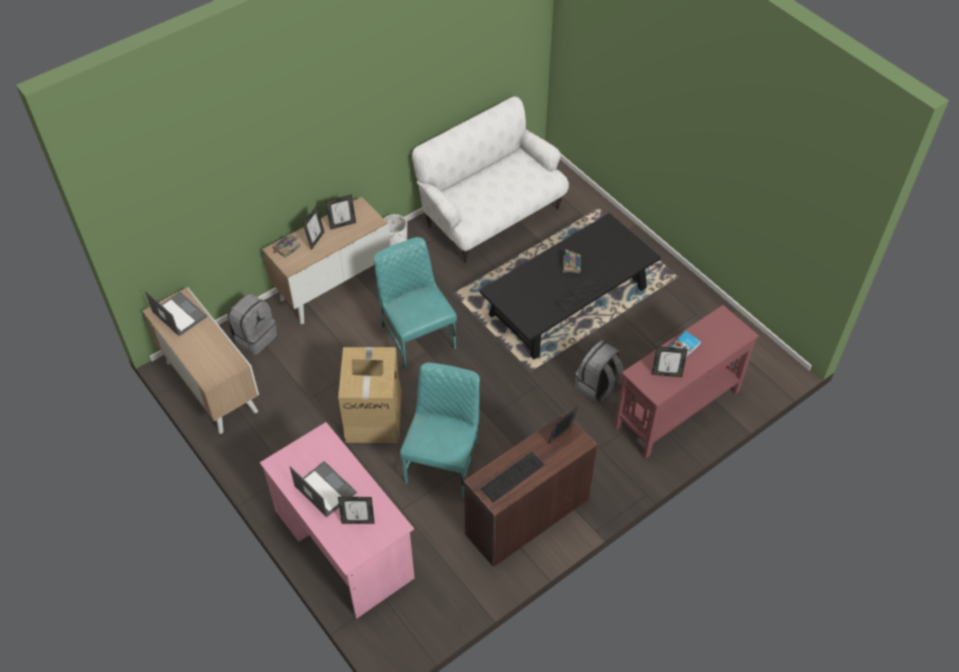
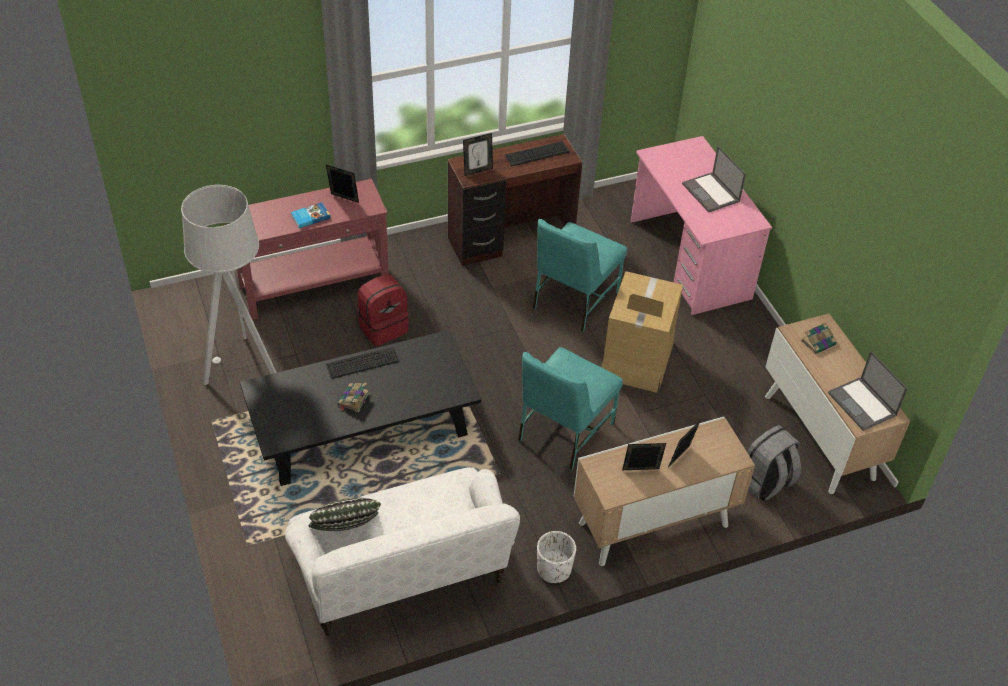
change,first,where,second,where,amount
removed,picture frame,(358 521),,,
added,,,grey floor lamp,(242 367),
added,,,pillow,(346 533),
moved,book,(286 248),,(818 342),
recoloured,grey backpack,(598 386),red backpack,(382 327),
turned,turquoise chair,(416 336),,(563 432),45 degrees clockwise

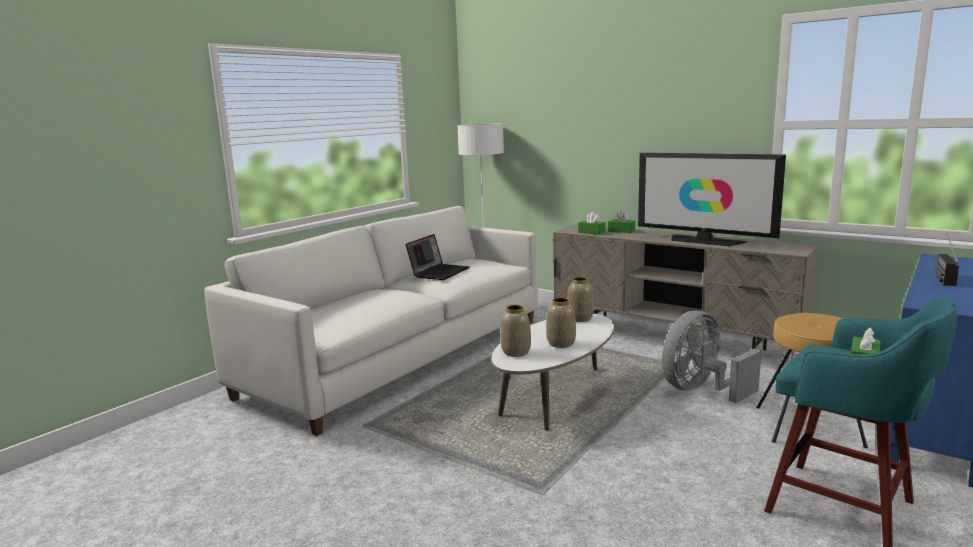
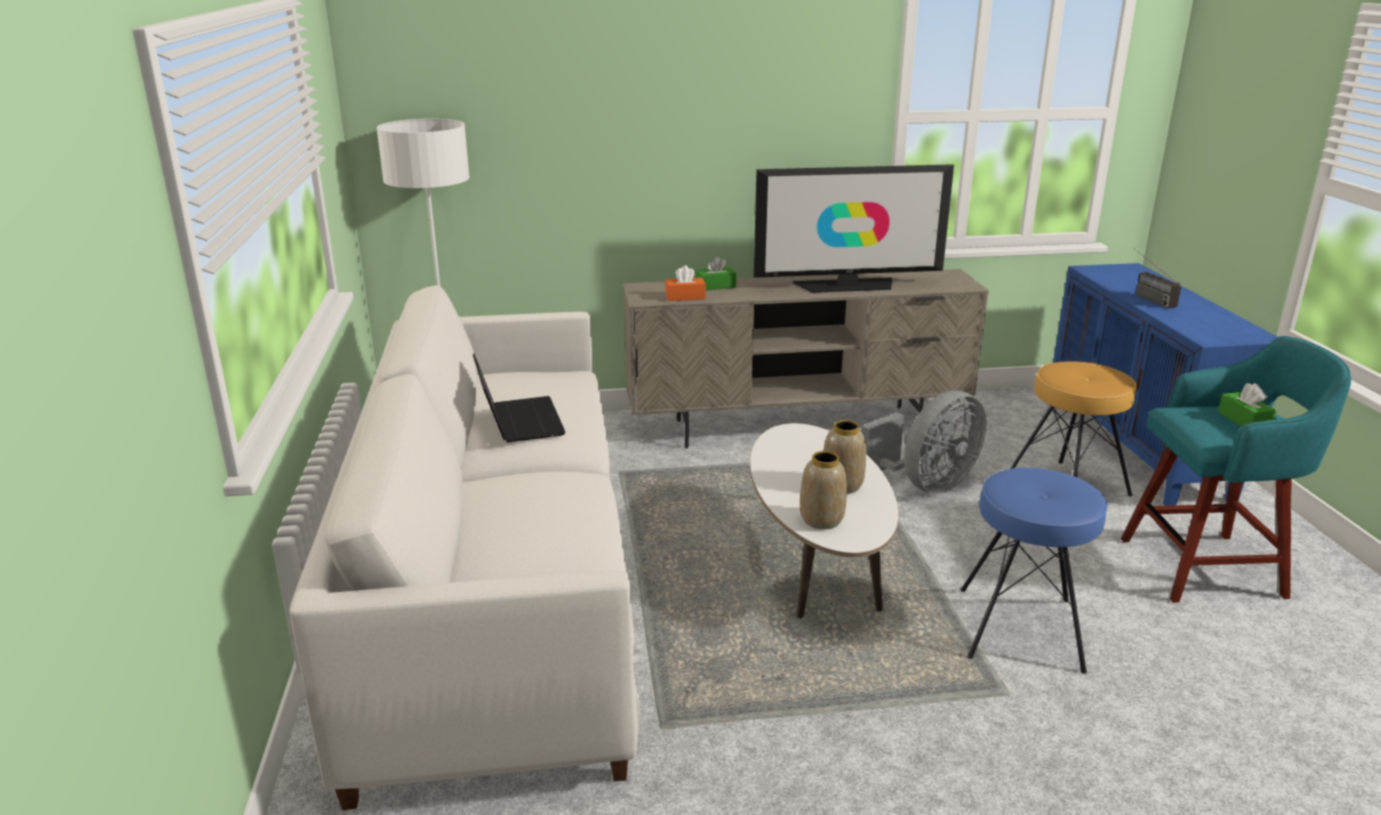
change,first,where,second,where,amount
removed,vase,(579 318),,,
added,,,blue stool,(1021 628),
recoloured,green tissue box,(591 232),orange tissue box,(685 297),
turned,grey fan,(701 390),,(926 485),135 degrees counterclockwise

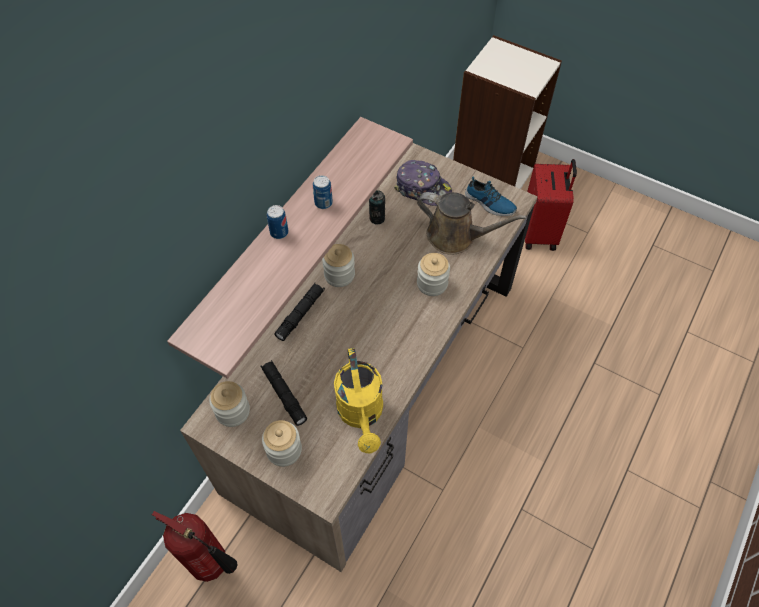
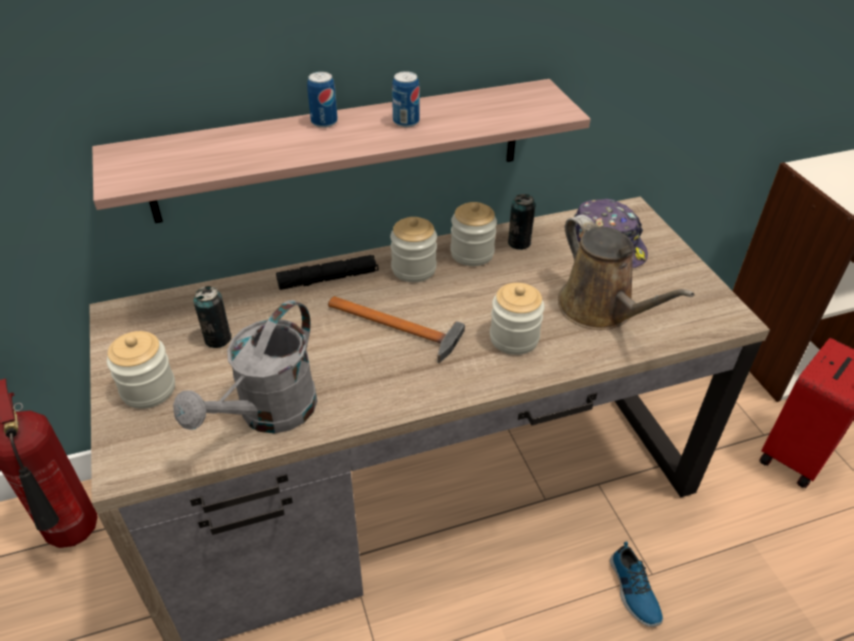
change,first,where,second,where,amount
added,,,hammer,(398 328),
moved,jar,(233 411),,(472 253),
moved,shoe,(489 203),,(633 590),
replaced,black flashlight,(284 395),can,(218 339),
recoloured,yellow watering can,(362 415),grey watering can,(269 414),

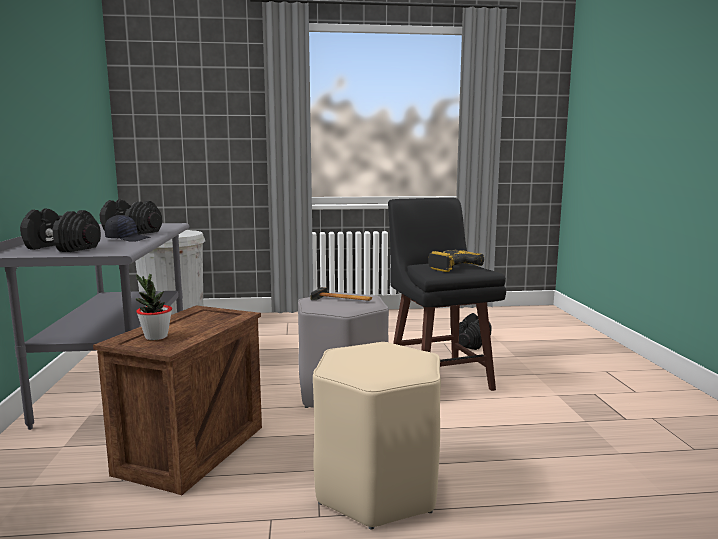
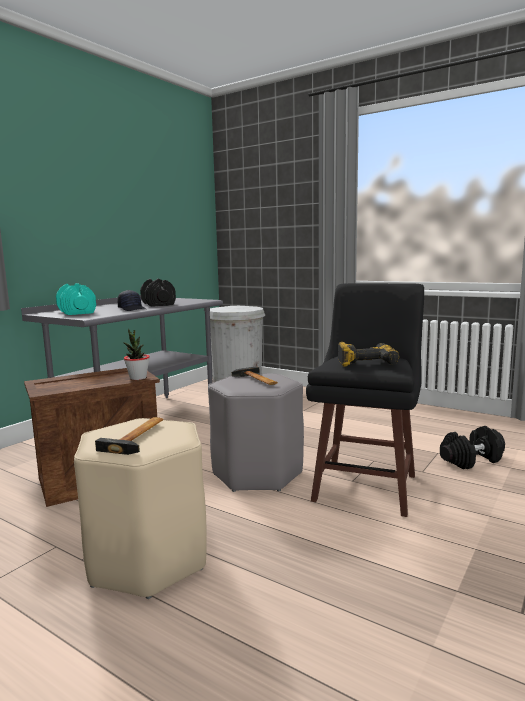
change,first,where,second,where,amount
added,,,hammer,(139 437),
moved,potted plant,(156 337),,(138 378),
recoloured,black dumbbell,(61 248),turquoise dumbbell,(76 312),

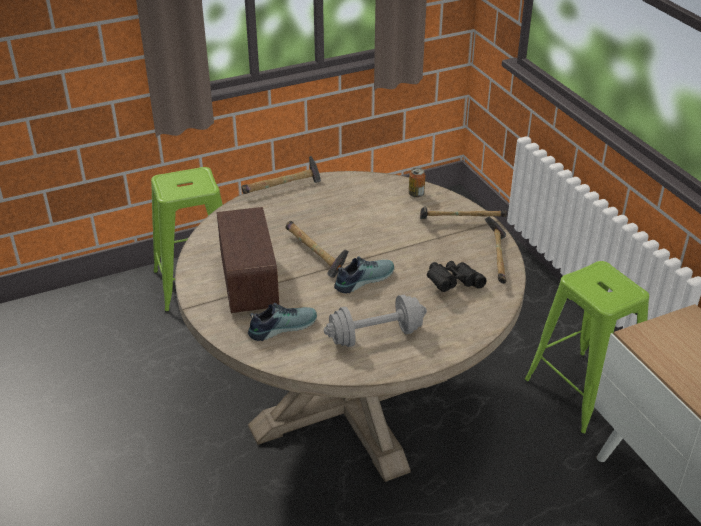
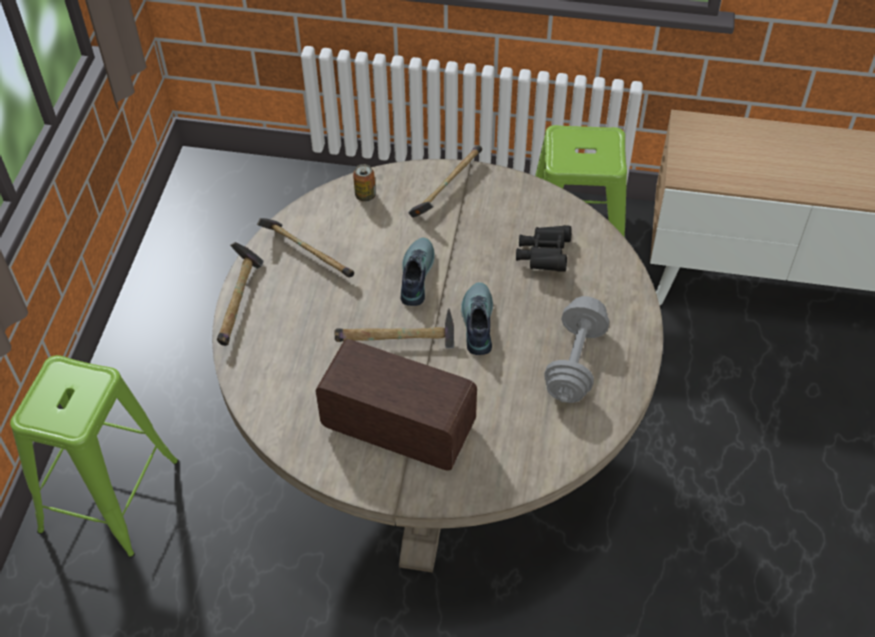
change,first,where,second,where,amount
moved,shoe,(281 326),,(414 276),
moved,hammer,(498 259),,(306 255),

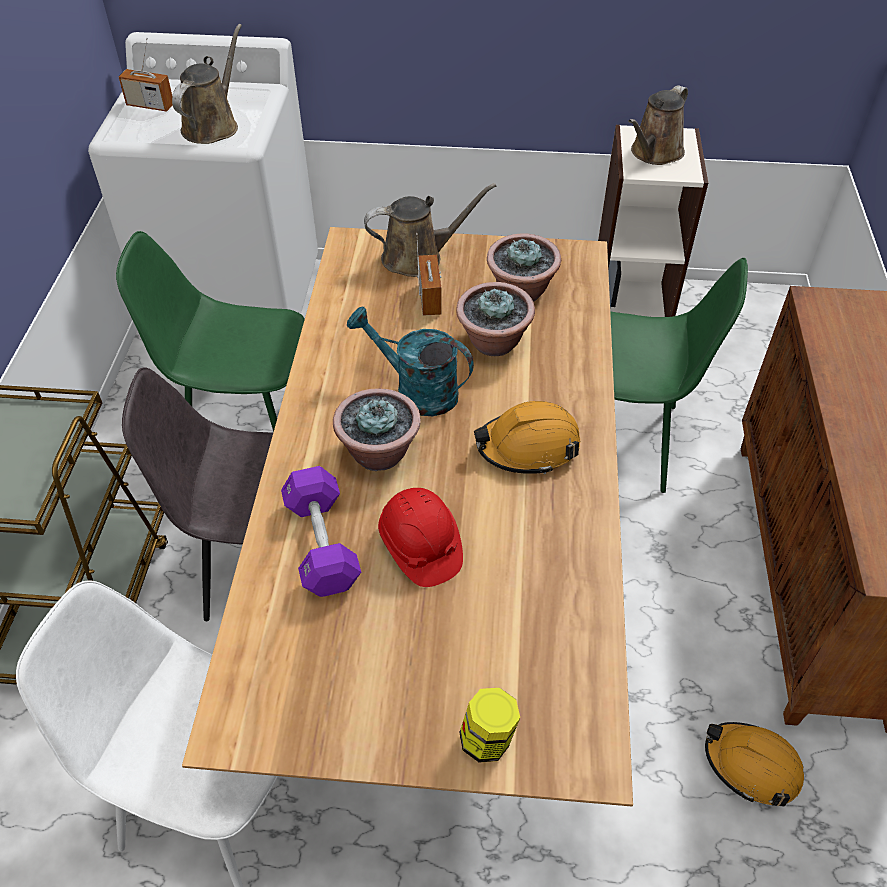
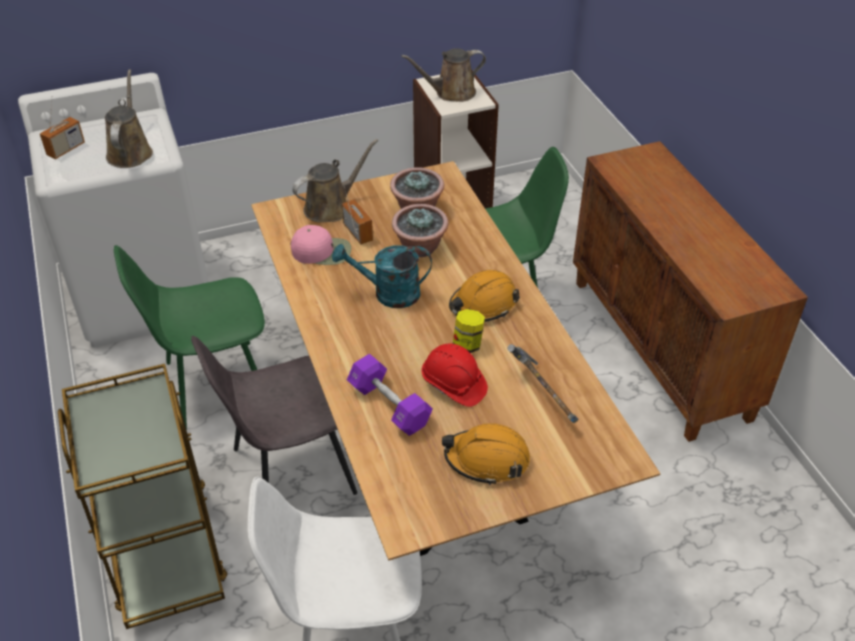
change,first,where,second,where,amount
removed,potted plant,(379 453),,,
added,,,pink cap,(322 251),
added,,,hammer,(541 397),
moved,jar,(487 739),,(468 344),
moved,orange hard hat,(751 766),,(487 459),
turned,radio,(150 105),,(66 149),45 degrees counterclockwise
turned,brown watering can,(654 153),,(451 93),60 degrees clockwise

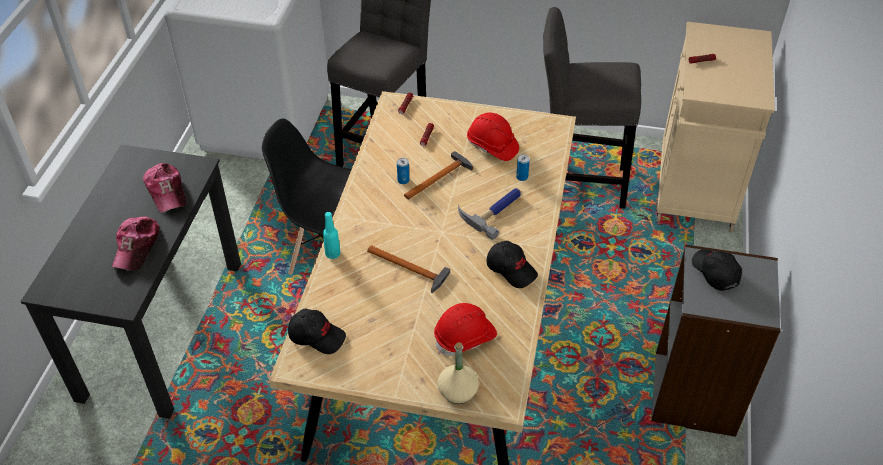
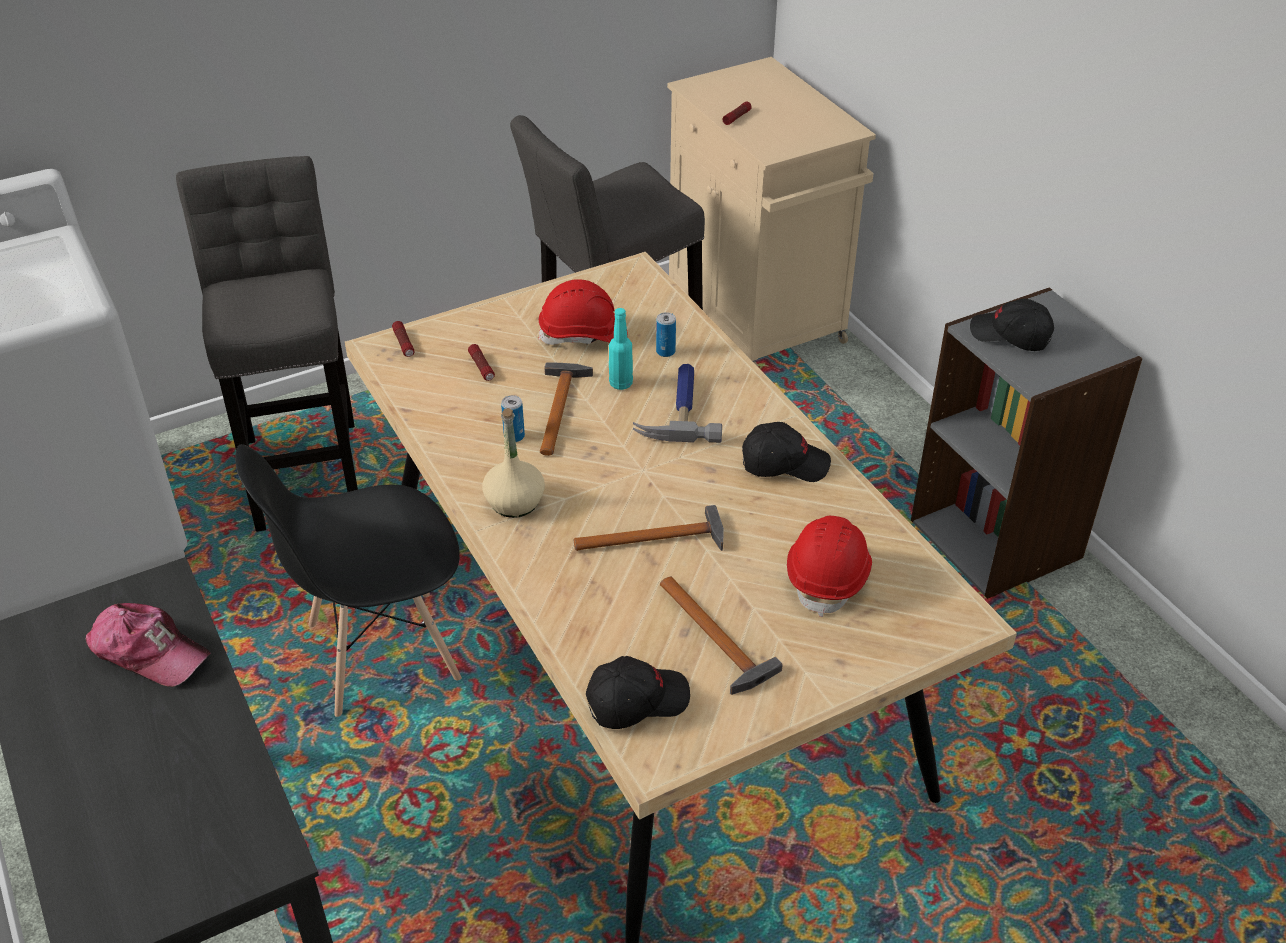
change,first,where,second,where,amount
removed,cap,(137 247),,,
added,,,hammer,(715 639),
moved,turquoise bottle,(332 254),,(620 383),
moved,beige bottle,(457 391),,(515 502),

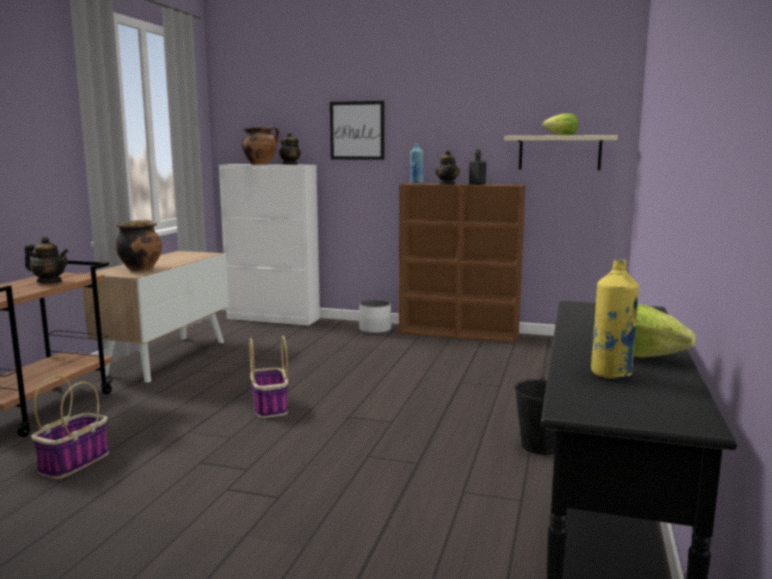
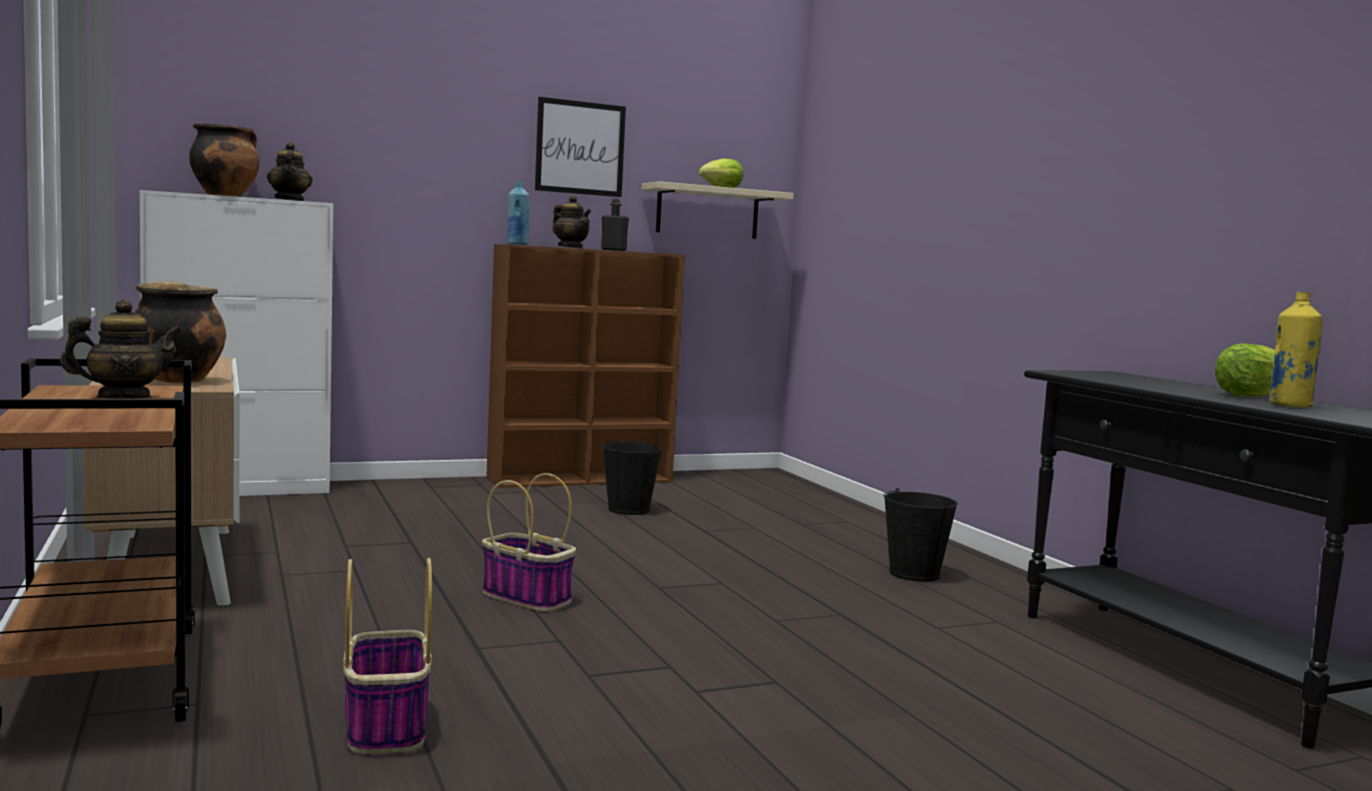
change,first,where,second,where,amount
removed,white planter,(375 330),,,
added,,,black bucket,(629 510),
moved,picture,(357 130),,(580 148),

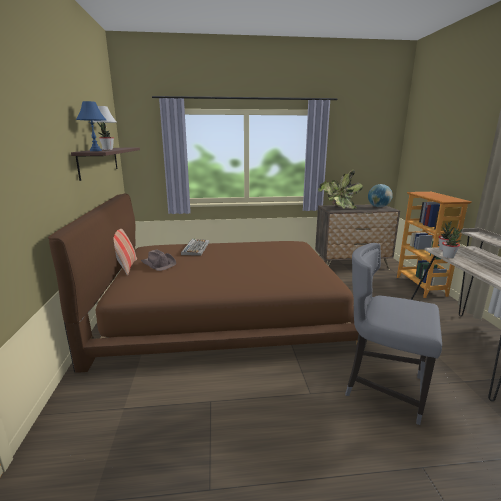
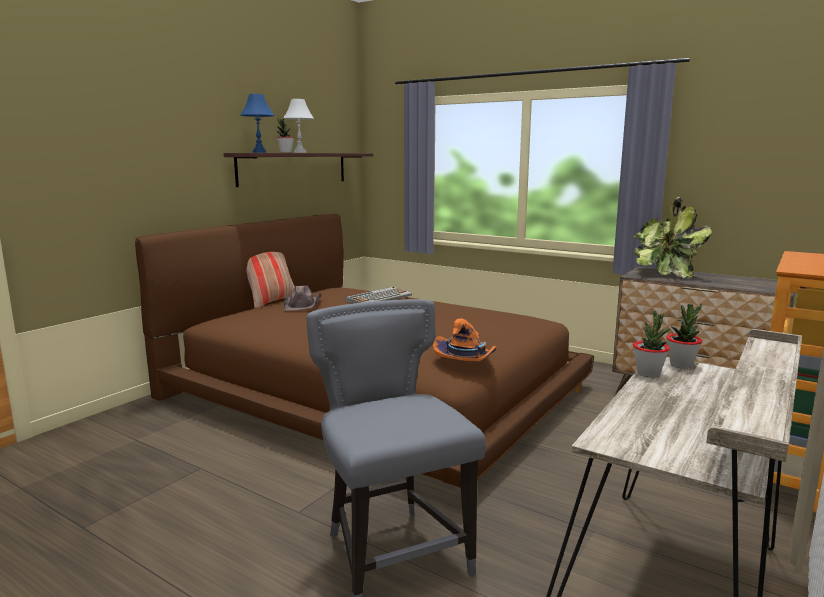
change,first,where,second,where,amount
removed,globe,(378 207),,,
added,,,orange hat,(465 361),

